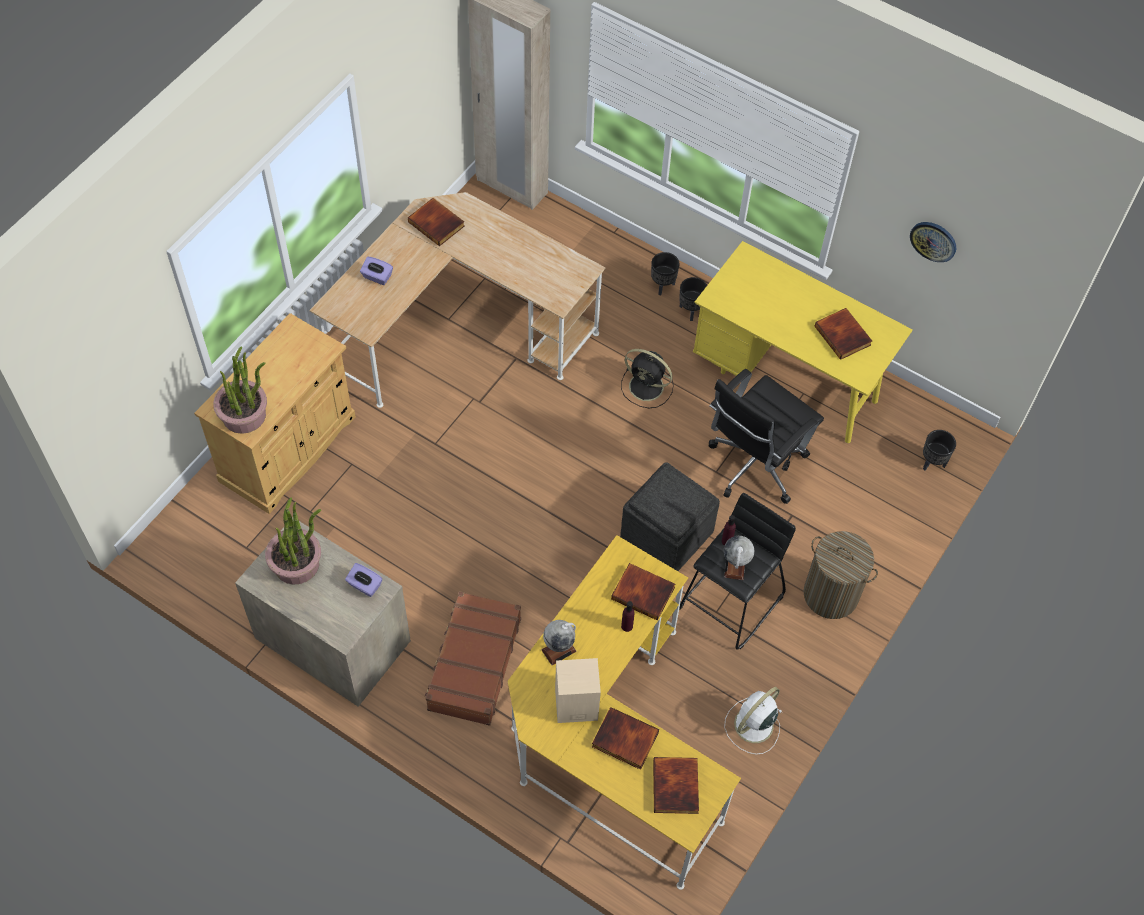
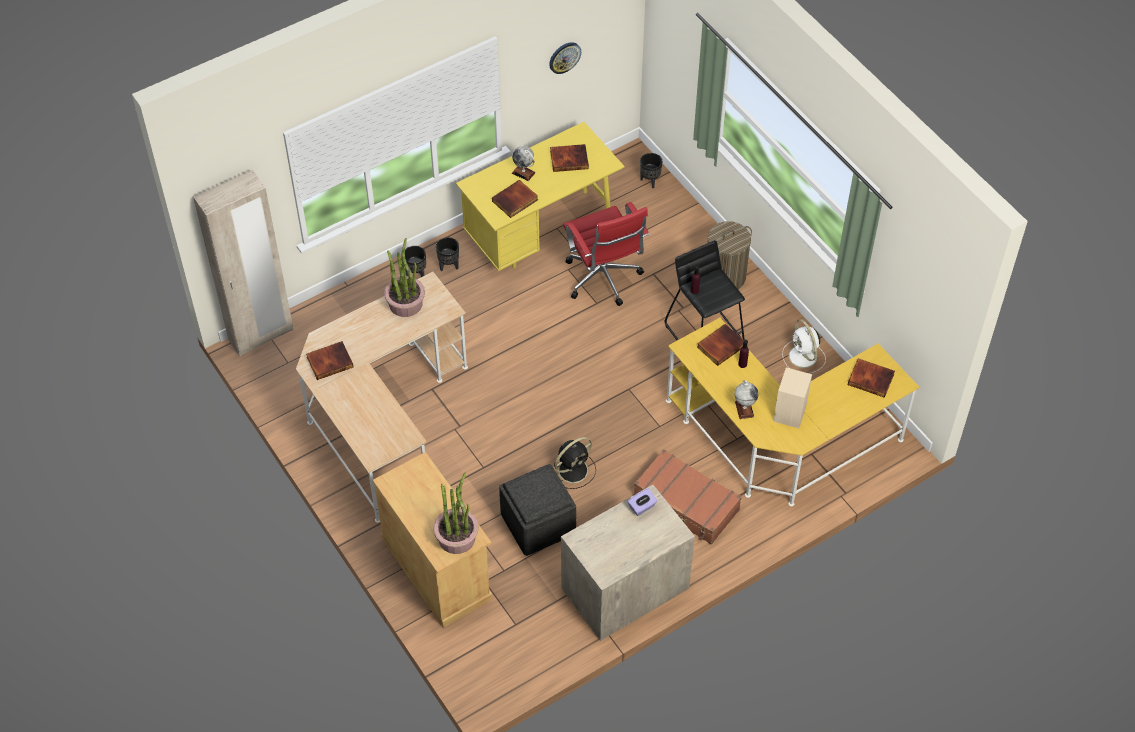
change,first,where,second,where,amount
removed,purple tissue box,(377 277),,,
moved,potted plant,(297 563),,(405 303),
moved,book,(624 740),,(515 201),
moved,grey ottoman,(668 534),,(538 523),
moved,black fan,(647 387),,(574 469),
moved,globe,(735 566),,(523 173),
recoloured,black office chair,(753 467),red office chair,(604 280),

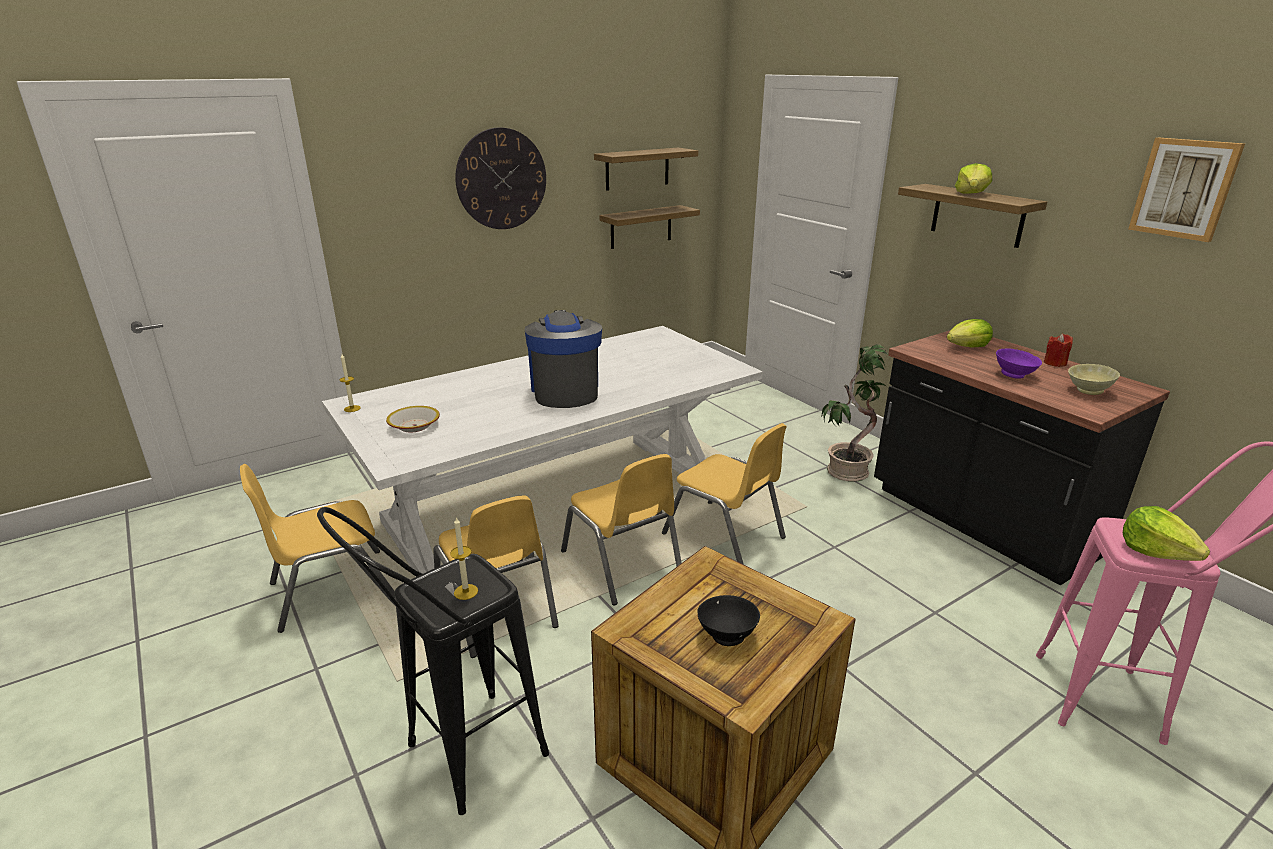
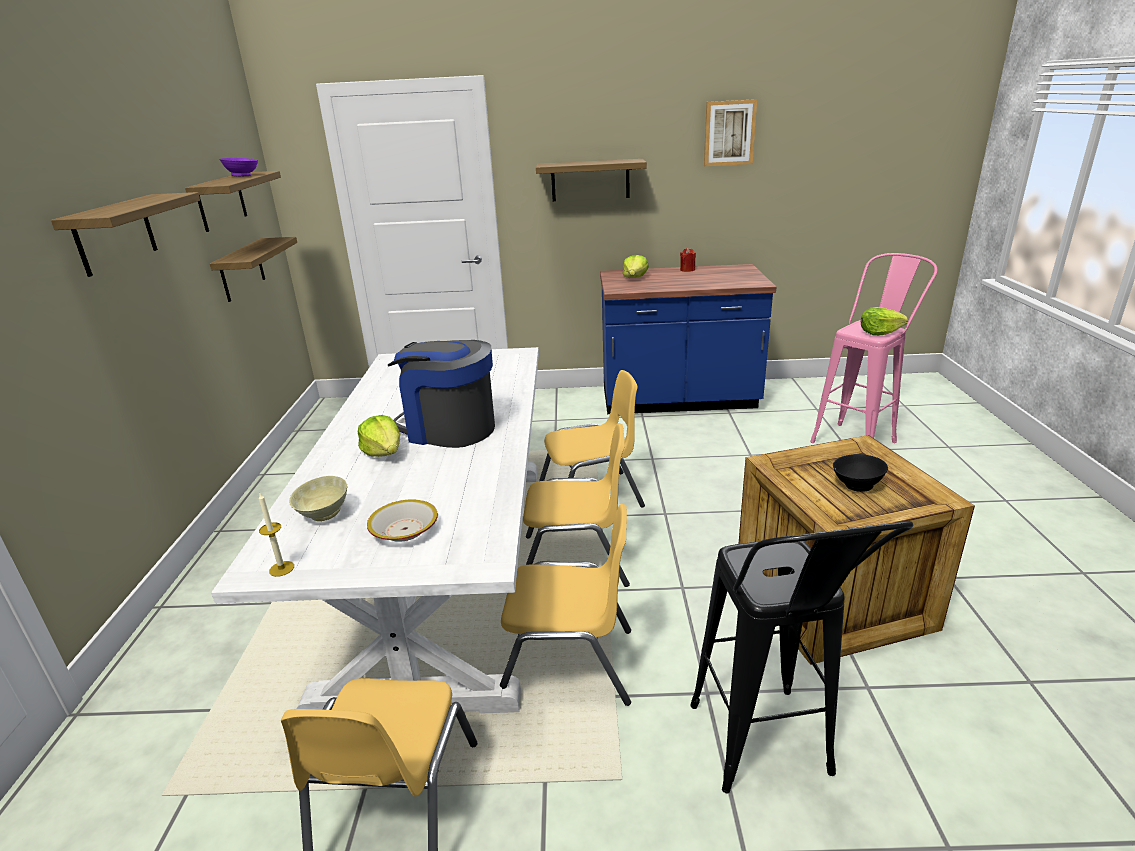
change,first,where,second,where,amount
removed,candle,(466 592),,,
removed,potted plant,(846 470),,,
moved,lettuce,(971 194),,(384 452),
moved,purple bowl,(1014 375),,(243 176),
moved,beige bowl,(1087 391),,(323 514),
replaced,wall clock,(501 179),shelf,(115 234),
recoloured,black counter,(981 522),blue counter,(678 401),

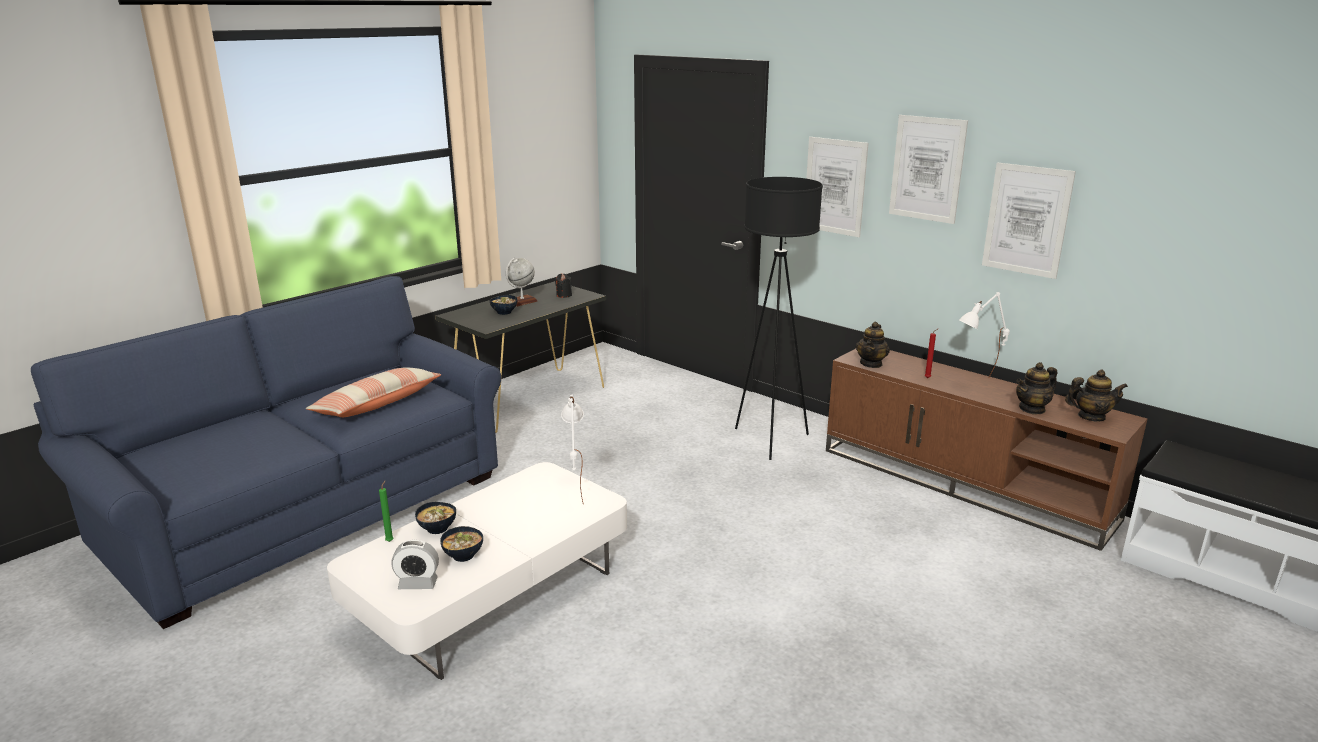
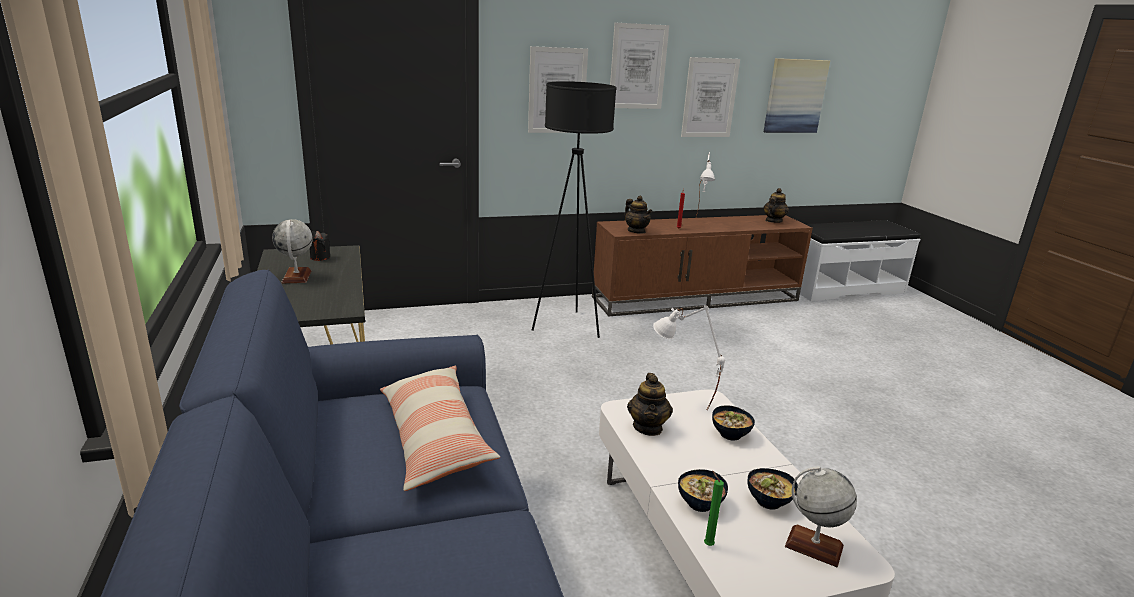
change,first,where,second,where,amount
added,,,picture,(795 96),
moved,bowl,(505 312),,(730 434),
moved,teapot,(1032 409),,(648 427),
replaced,alarm clock,(418 583),globe,(813 546),

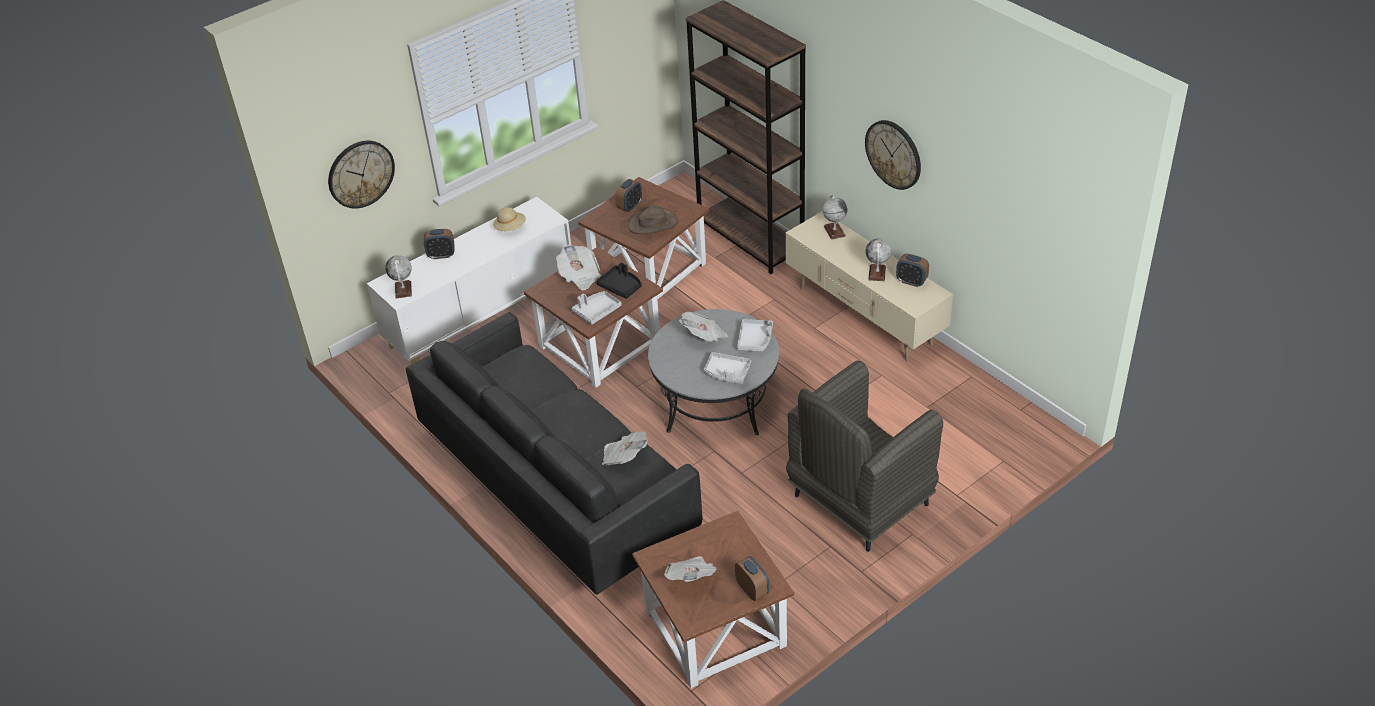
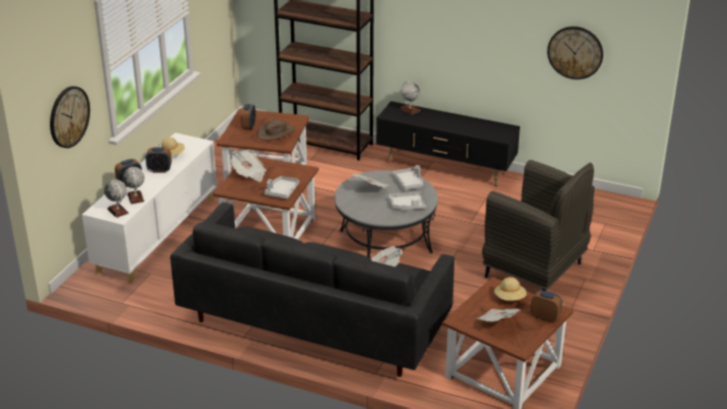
change,first,where,second,where,amount
removed,black tray,(621 286),,,
added,,,beige hat,(509 298),
moved,wall clock,(893 154),,(575 52),
moved,globe,(877 273),,(136 198),
moved,alarm clock,(911 281),,(159 170),
recoloured,beige tv stand,(864 317),black tv stand,(446 169),
turned,grey armchair,(859 502),,(535 271),75 degrees counterclockwise

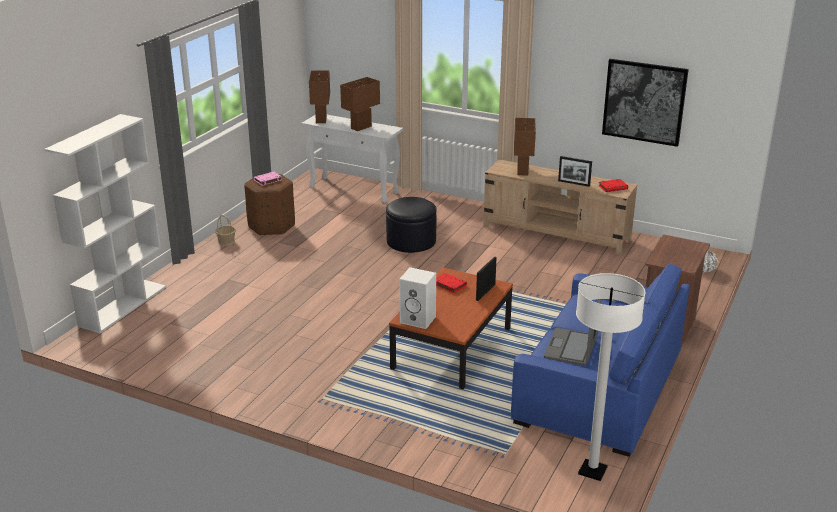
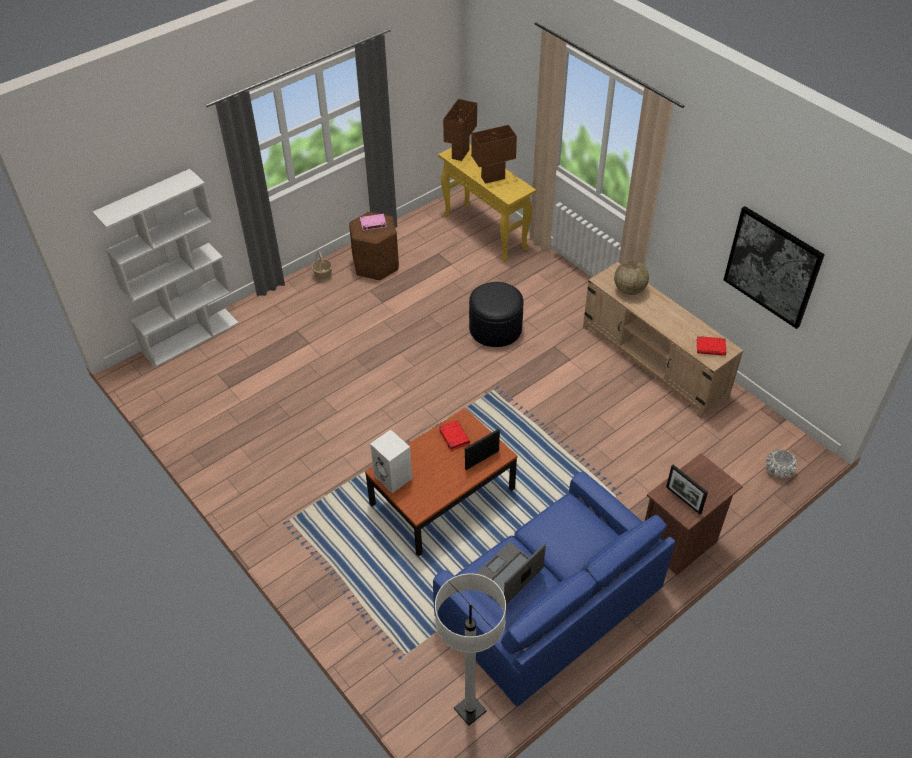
change,first,where,second,where,amount
moved,picture frame,(574 183),,(683 500),
replaced,brown table lamp,(522 171),globe,(629 290),
recoloured,white console table,(354 190),yellow console table,(486 232),

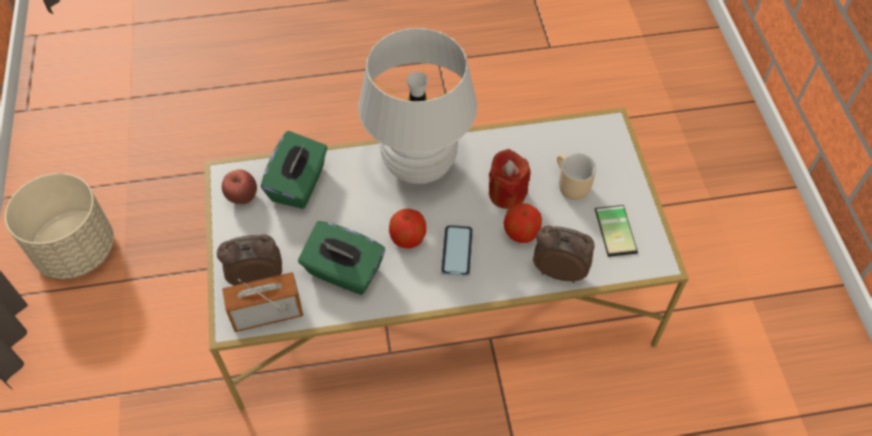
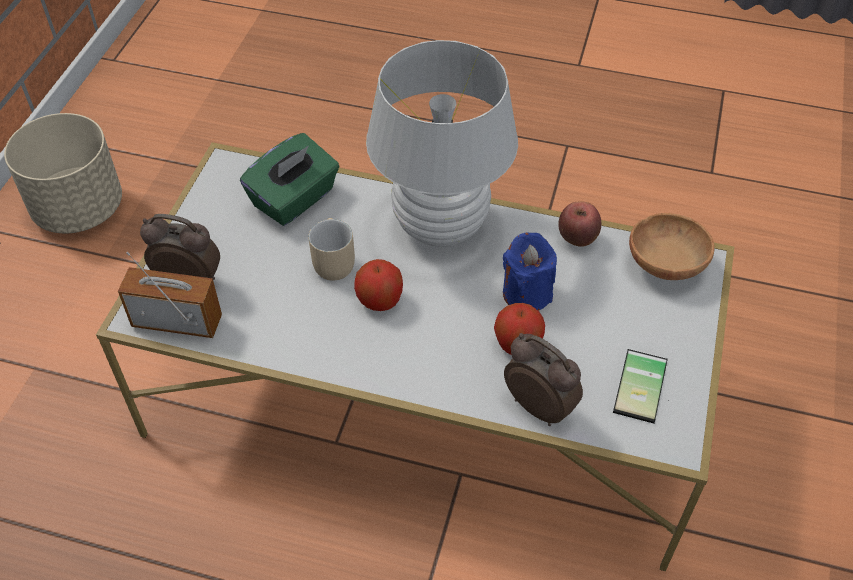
change,first,where,second,where,amount
removed,green tissue box,(343 272),,,
removed,phone,(457 252),,,
added,,,brown bowl,(666 263),
moved,apple,(242 197),,(577 239),
moved,beige mug,(569 186),,(330 261),
recoloured,red candle,(507 193),blue candle,(526 293),

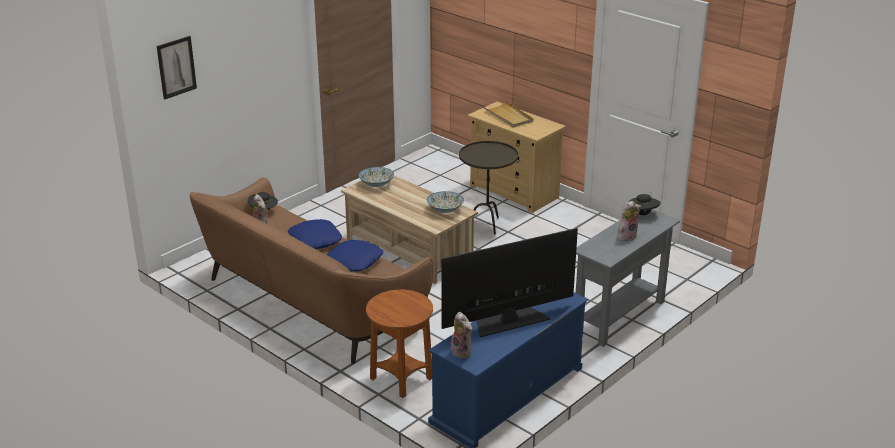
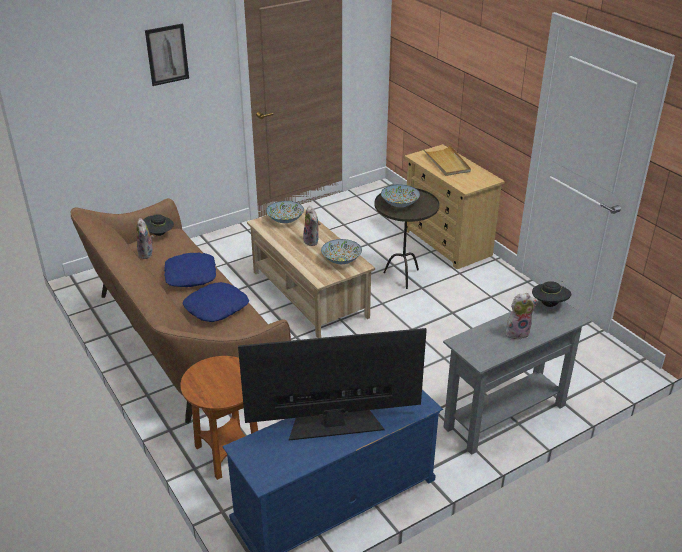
change,first,where,second,where,amount
added,,,bowl,(399 204),
moved,picture,(176 67),,(167 54),
moved,plush toy,(463 352),,(312 241),

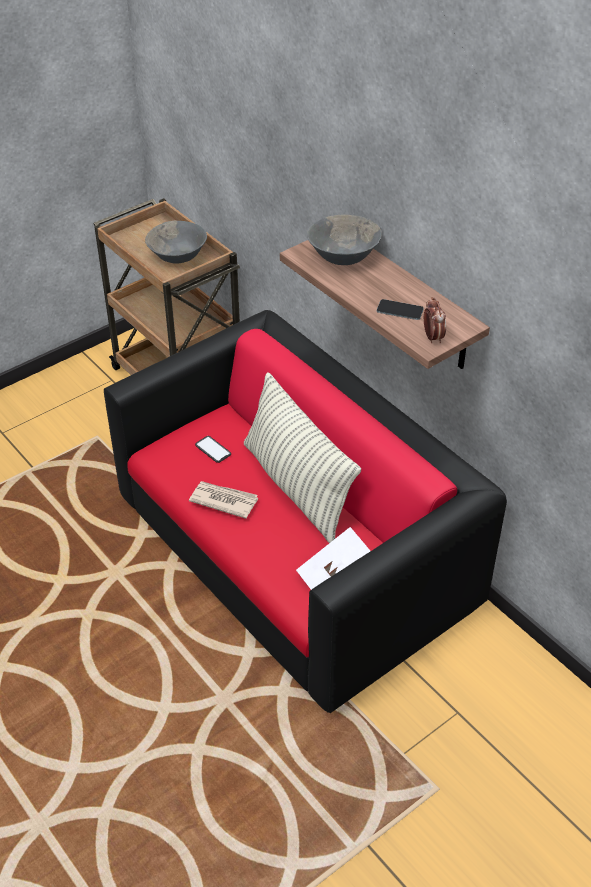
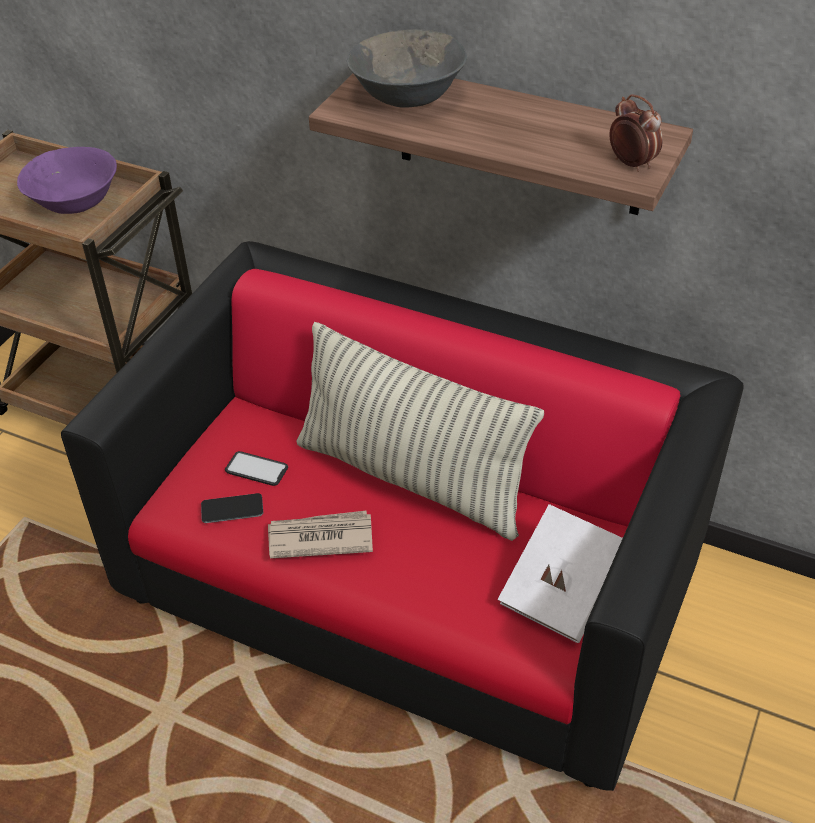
change,first,where,second,where,amount
moved,phone,(400 310),,(232 509),
recoloured,grey bowl,(178 255),purple bowl,(76 201),

